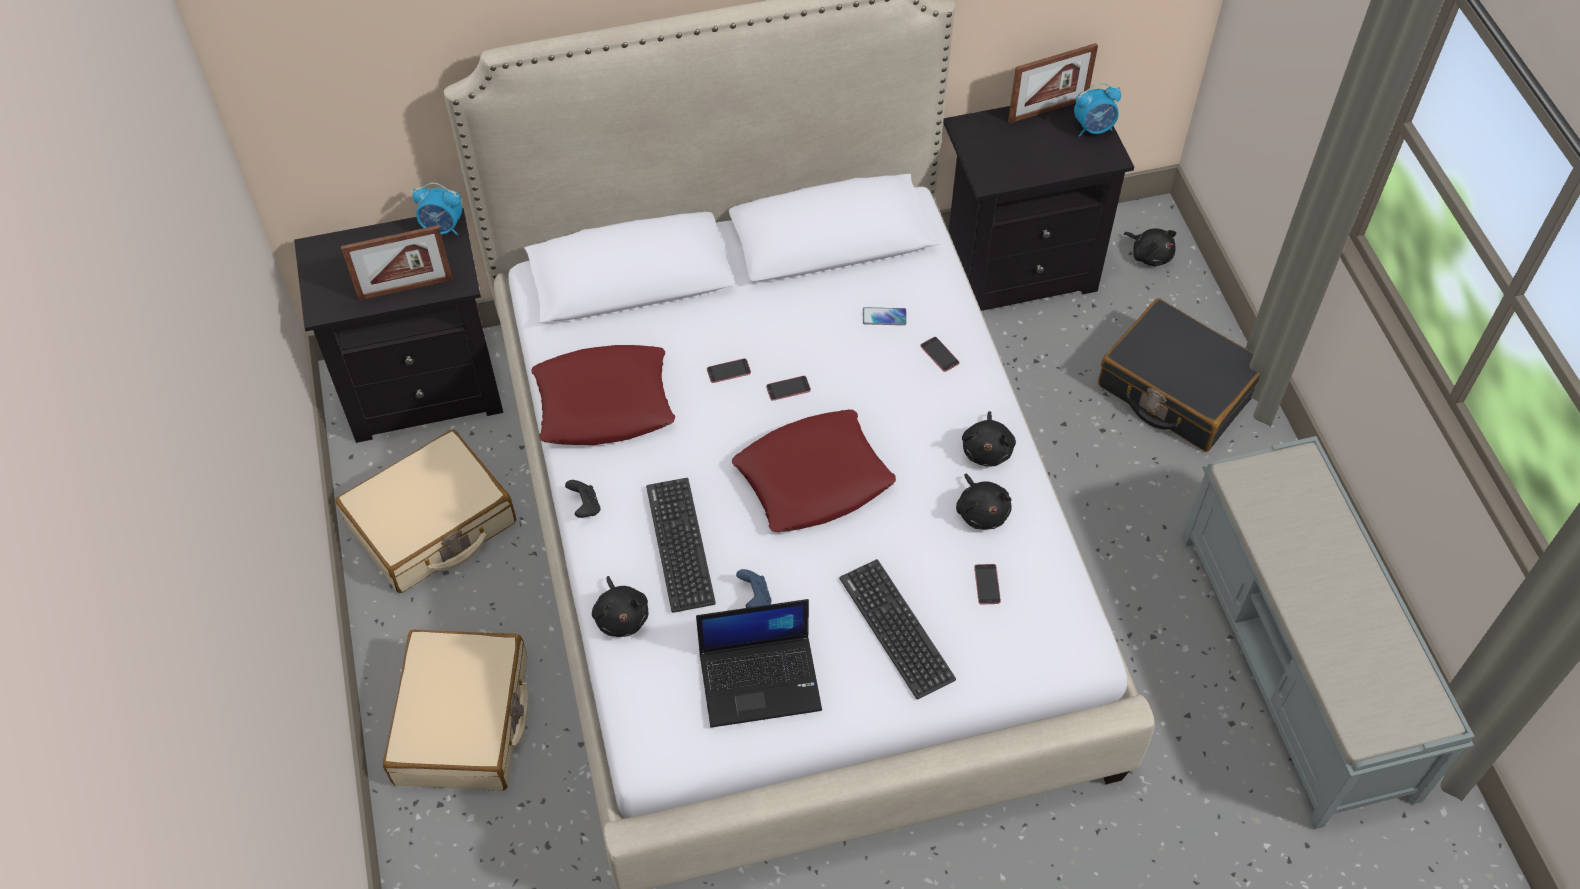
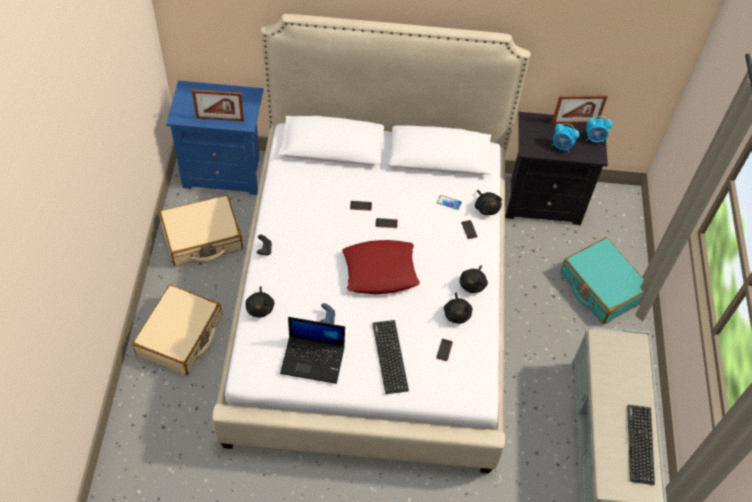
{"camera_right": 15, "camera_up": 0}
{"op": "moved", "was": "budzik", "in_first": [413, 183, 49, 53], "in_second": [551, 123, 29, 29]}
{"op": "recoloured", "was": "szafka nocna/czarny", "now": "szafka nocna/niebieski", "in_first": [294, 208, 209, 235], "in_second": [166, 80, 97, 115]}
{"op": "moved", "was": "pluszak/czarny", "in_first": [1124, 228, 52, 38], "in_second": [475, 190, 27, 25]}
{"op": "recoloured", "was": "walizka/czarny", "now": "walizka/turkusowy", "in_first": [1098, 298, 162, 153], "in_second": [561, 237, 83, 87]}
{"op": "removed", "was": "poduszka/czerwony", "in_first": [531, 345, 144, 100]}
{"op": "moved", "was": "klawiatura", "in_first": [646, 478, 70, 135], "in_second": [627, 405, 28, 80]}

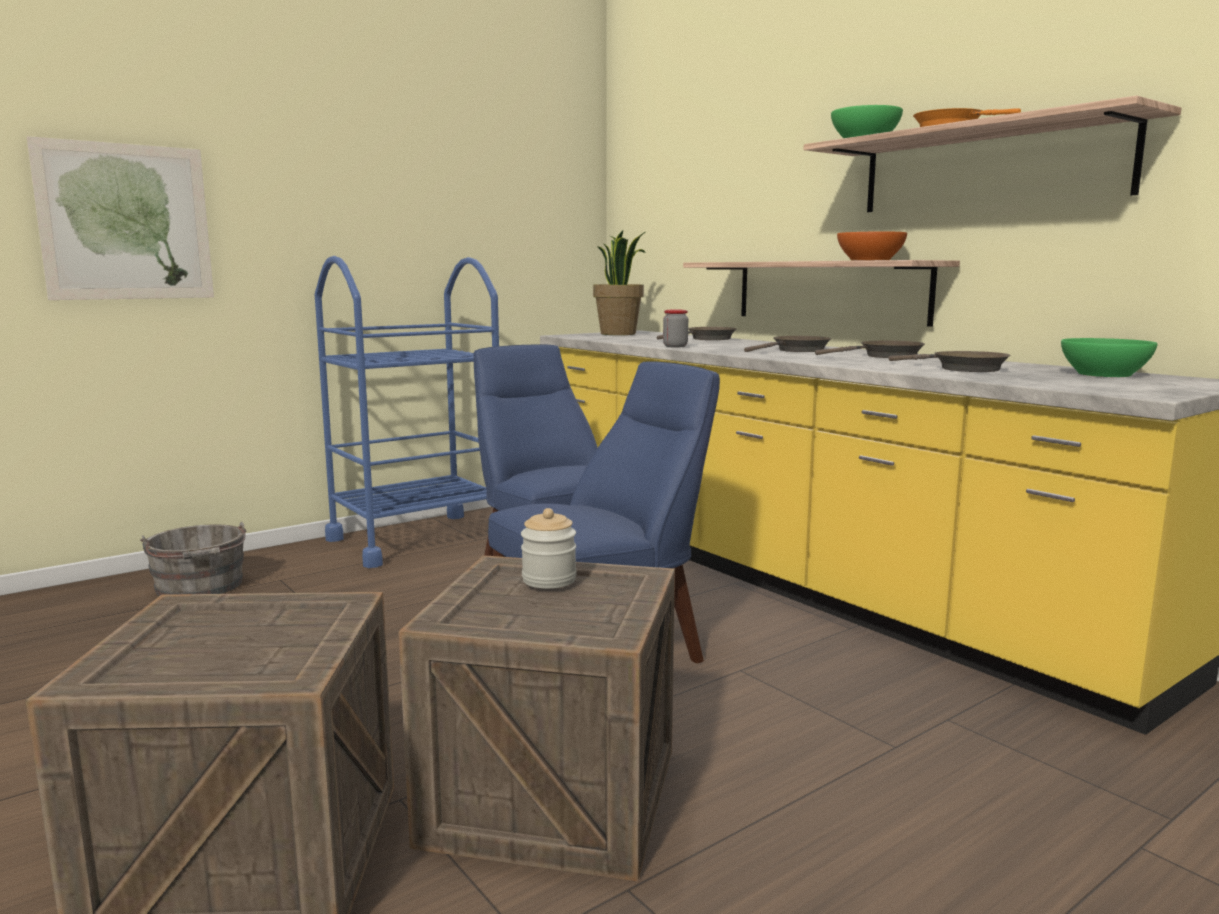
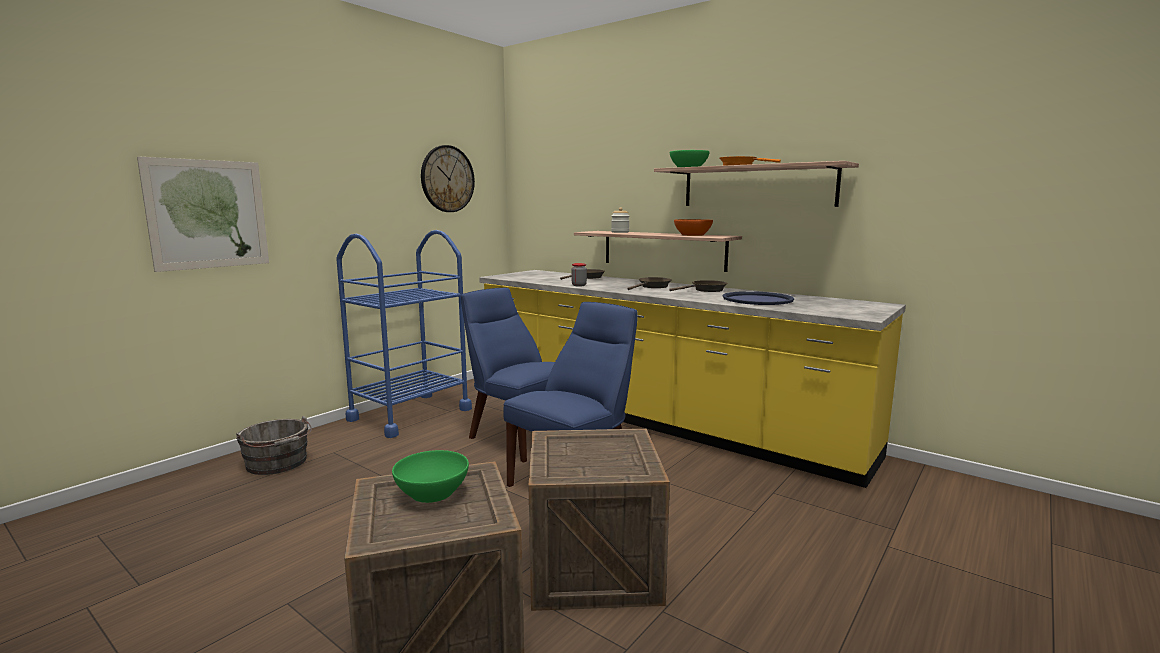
{"camera_right": -15, "camera_up": 0}
{"op": "removed", "was": "roślina doniczkowa", "in_first": [593, 230, 53, 105]}
{"op": "moved", "was": "miska/zielony", "in_first": [1061, 338, 97, 39], "in_second": [392, 450, 77, 53]}
{"op": "replaced", "was": "patelnia/brązowy", "now": "taca/niebieski", "in_first": [888, 351, 123, 21], "in_second": [723, 291, 71, 14]}
{"op": "moved", "was": "słoik", "in_first": [521, 508, 56, 81], "in_second": [611, 207, 18, 26]}
{"op": "added", "now": "zegar ścienny", "in_second": [421, 145, 54, 67]}

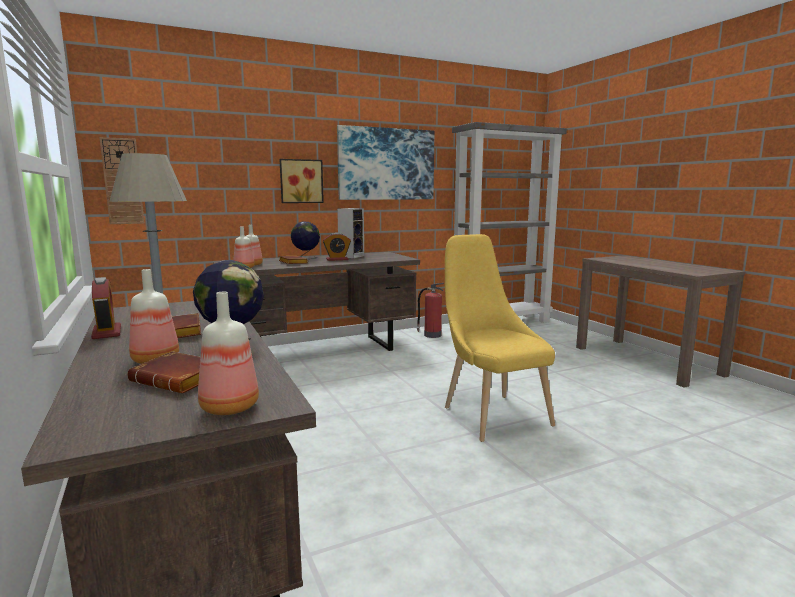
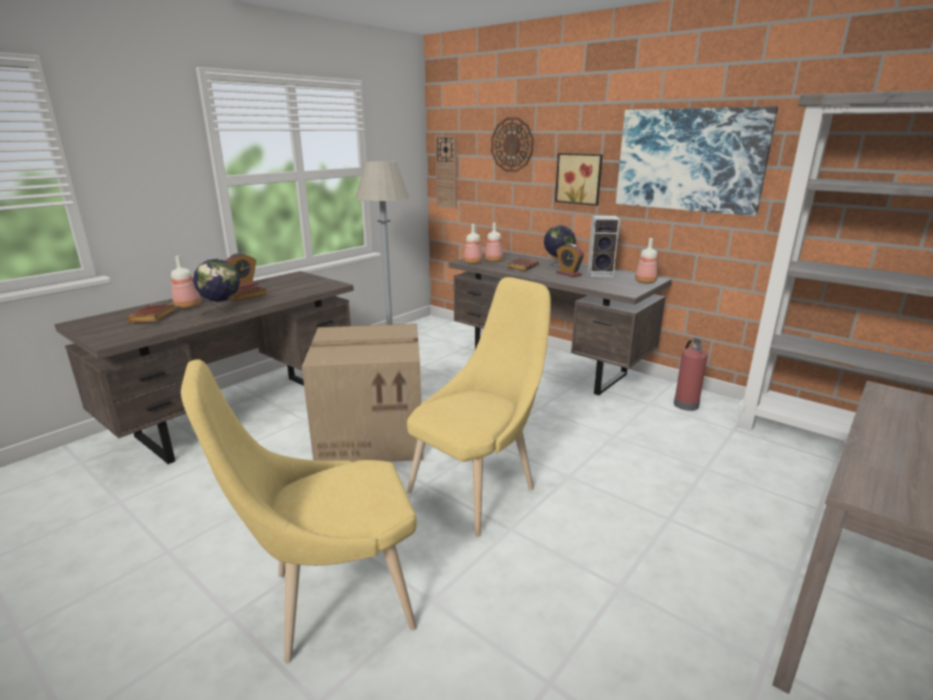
{"camera_right": 65, "camera_up": 10}
{"op": "moved", "was": "butelka", "in_first": [198, 292, 61, 123], "in_second": [635, 238, 23, 46]}
{"op": "added", "now": "zegar ścienny", "in_second": [491, 117, 43, 55]}
{"op": "added", "now": "karton", "in_second": [302, 324, 121, 138]}
{"op": "added", "now": "krzesło/żółty", "in_second": [181, 359, 236, 303]}

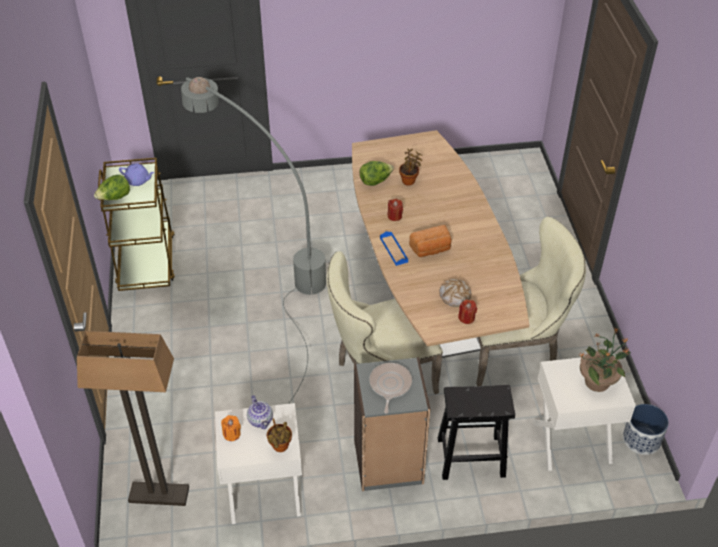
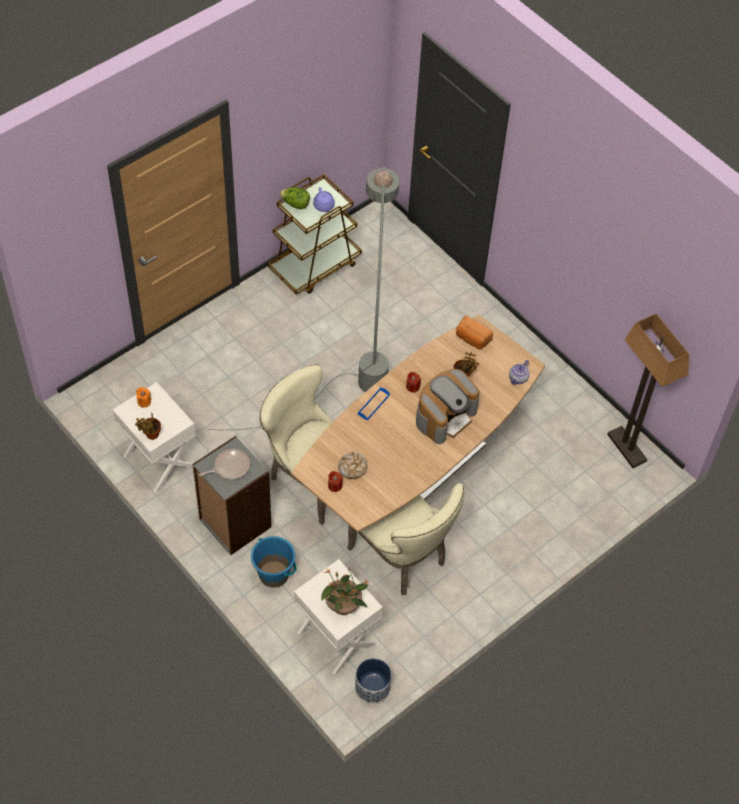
{"camera_right": 55, "camera_up": 10}
{"op": "removed", "was": "sałata", "in_first": [360, 161, 34, 25]}
{"op": "moved", "was": "chleb", "in_first": [409, 225, 43, 32], "in_second": [456, 315, 37, 35]}
{"op": "moved", "was": "lampa stojąca", "in_first": [77, 331, 112, 175], "in_second": [607, 313, 82, 155]}
{"op": "replaced", "was": "stołek/czarny", "now": "wiadro/niebieski", "in_first": [438, 385, 77, 95], "in_second": [251, 536, 45, 52]}
{"op": "moved", "was": "imbryk", "in_first": [247, 395, 26, 34], "in_second": [509, 360, 21, 24]}
{"op": "added", "now": "ekspres do kawy", "in_second": [416, 369, 64, 75]}

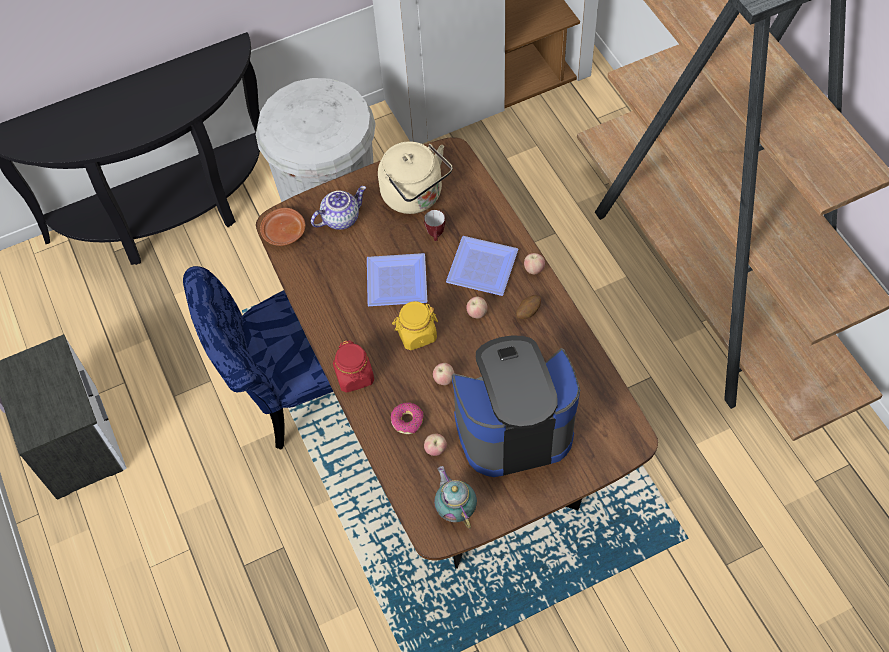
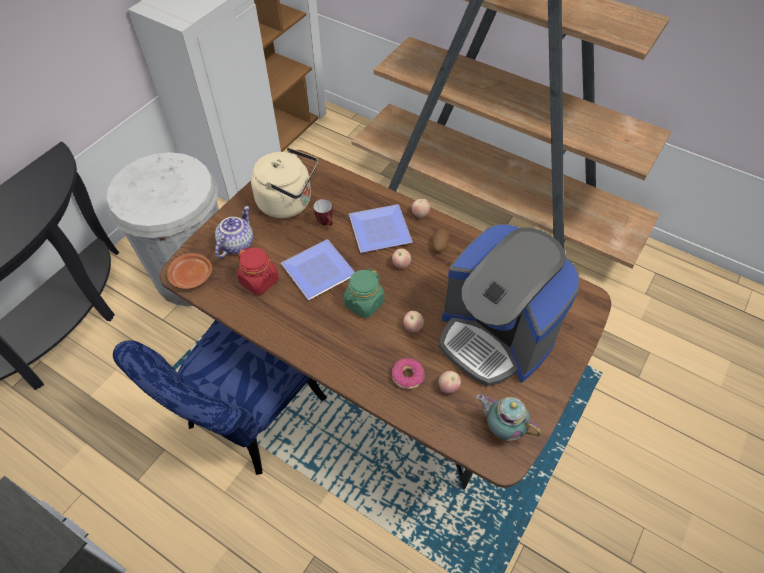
{"camera_right": -35, "camera_up": -5}
{"op": "recoloured", "was": "słoik/żółty", "now": "słoik/zielony", "in_first": [392, 301, 46, 49], "in_second": [344, 268, 41, 50]}
{"op": "turned", "was": "ekspres do kawy", "in_first": [452, 335, 128, 142], "in_second": [439, 224, 141, 162], "clockwise": -90}
{"op": "moved", "was": "słoik/czerwony", "in_first": [333, 340, 41, 53], "in_second": [237, 248, 42, 47]}

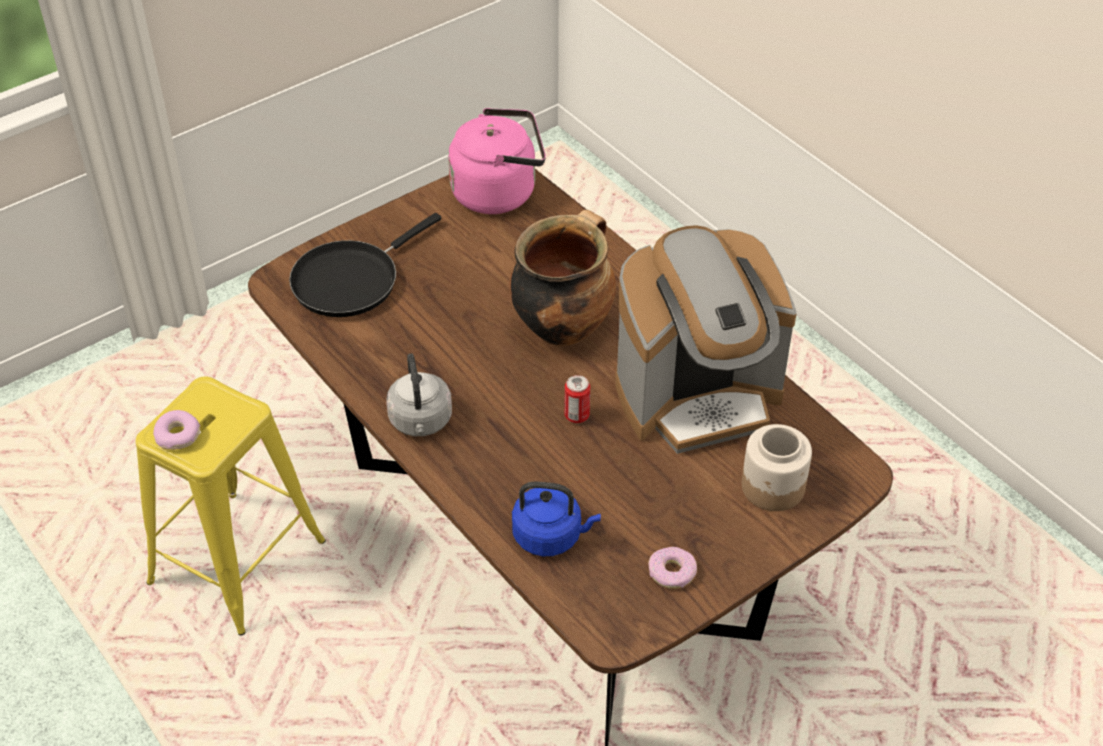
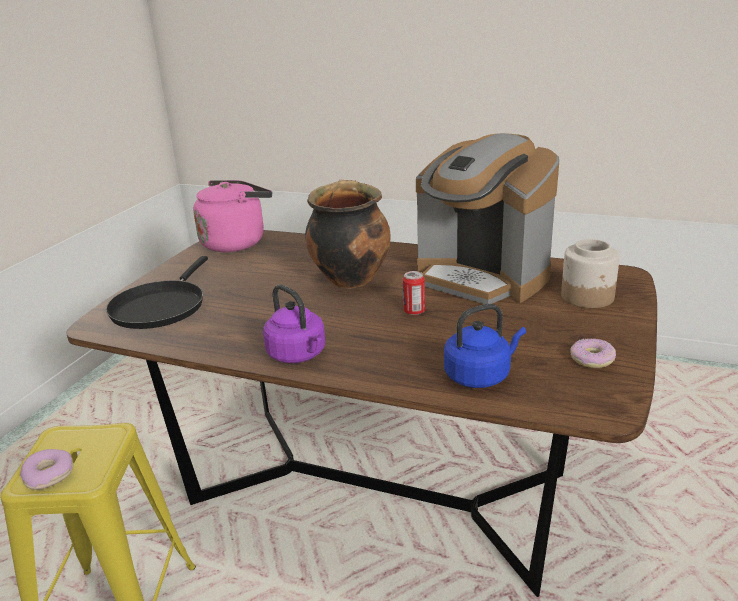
{"camera_right": -30, "camera_up": -20}
{"op": "turned", "was": "ekspres do kawy", "in_first": [615, 225, 182, 229], "in_second": [416, 133, 143, 171], "clockwise": 90}
{"op": "recoloured", "was": "czajnik/szary", "now": "czajnik/fioletowy", "in_first": [386, 353, 66, 83], "in_second": [263, 284, 62, 79]}

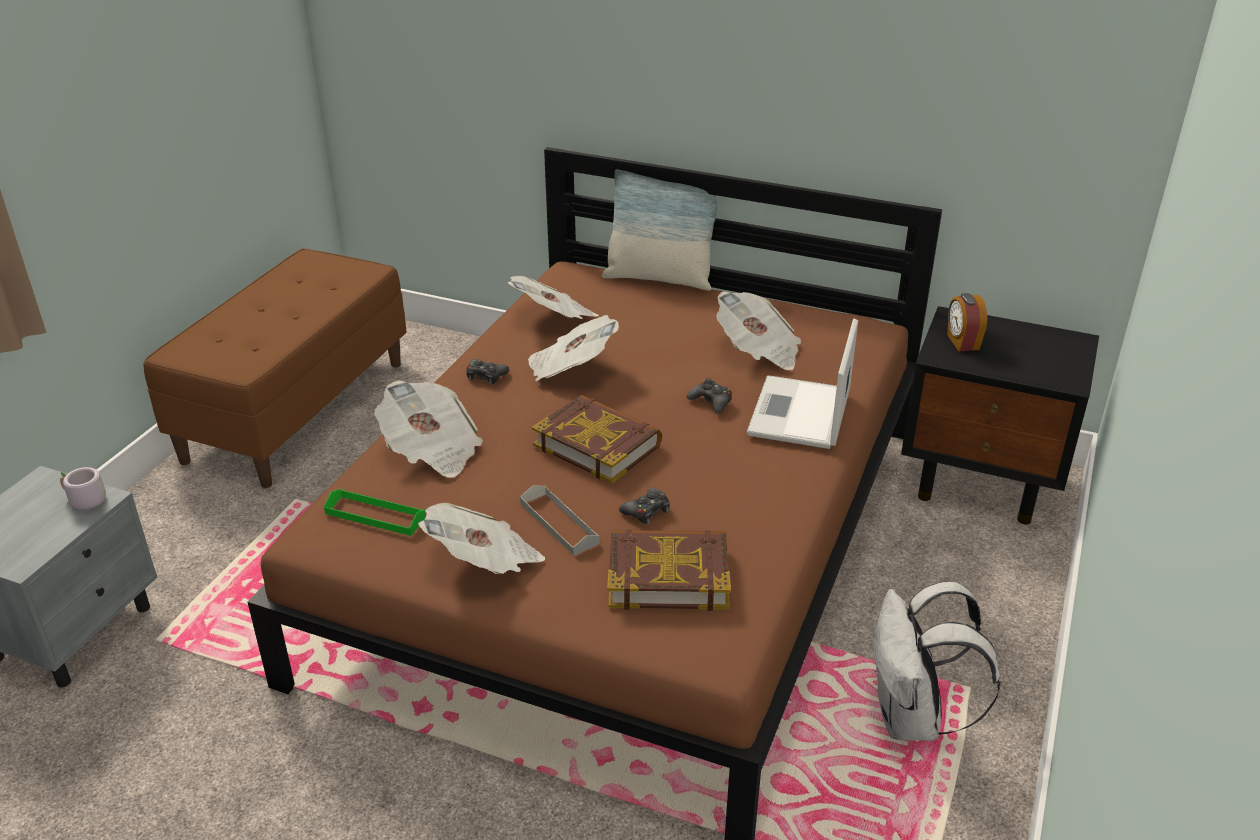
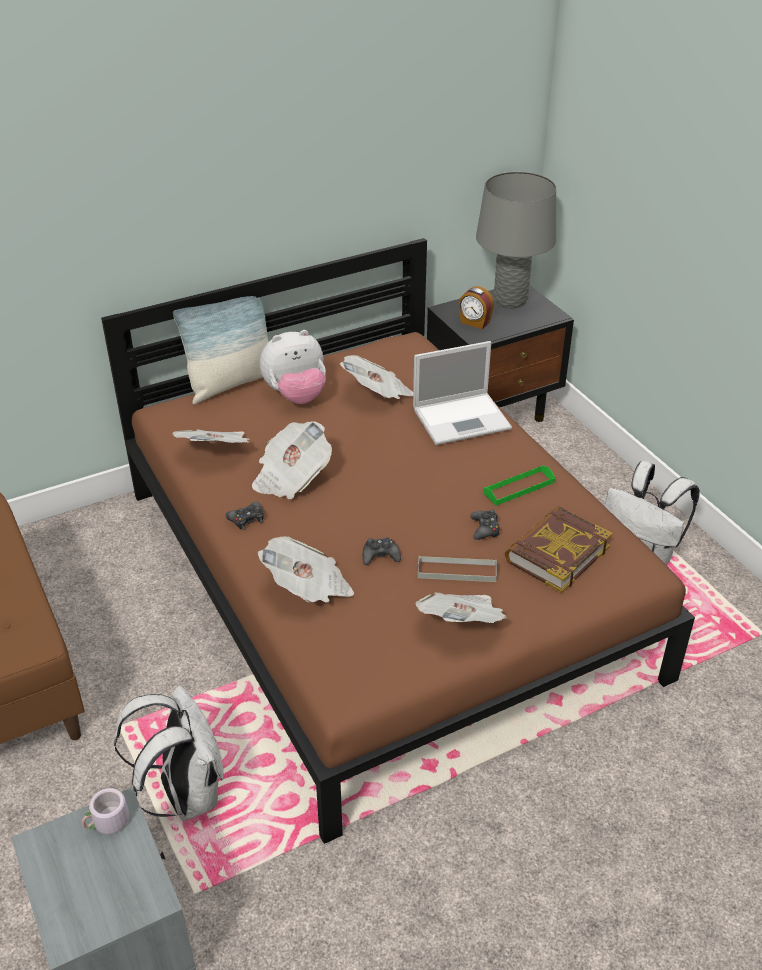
{"camera_right": -50, "camera_up": 5}
{"op": "turned", "was": "laptop", "in_first": [747, 319, 111, 130], "in_second": [413, 341, 99, 104], "clockwise": -75}
{"op": "moved", "was": "pad do gier/czarny", "in_first": [687, 378, 45, 35], "in_second": [363, 538, 38, 27]}
{"op": "removed", "was": "książka", "in_first": [532, 395, 130, 89]}
{"op": "moved", "was": "taca/zielony", "in_first": [324, 489, 102, 47], "in_second": [483, 465, 72, 41]}
{"op": "added", "now": "lampa stołowa/szary", "in_second": [476, 172, 80, 137]}
{"op": "added", "now": "pluszak", "in_second": [260, 330, 66, 74]}
{"op": "added", "now": "plecak/biały", "in_second": [114, 685, 109, 136]}

